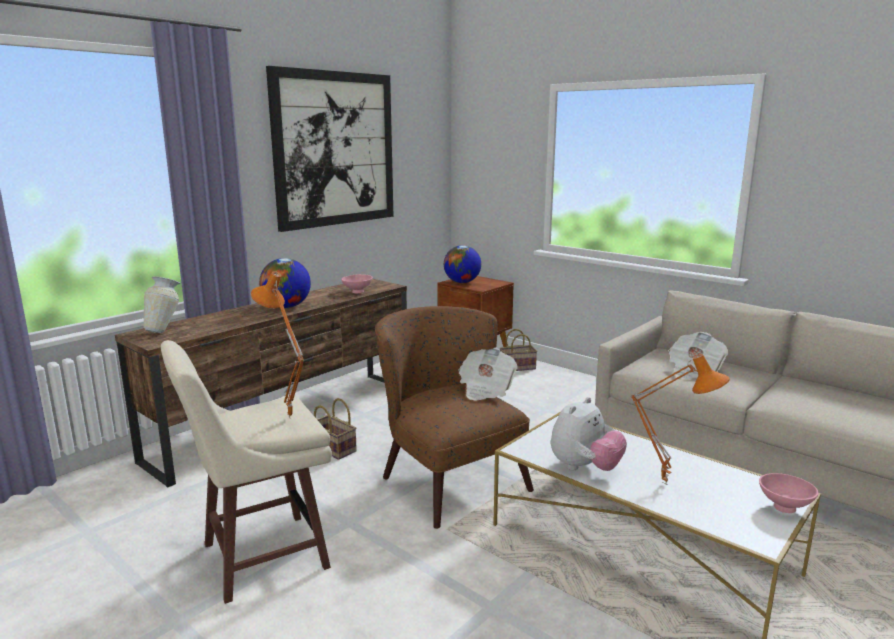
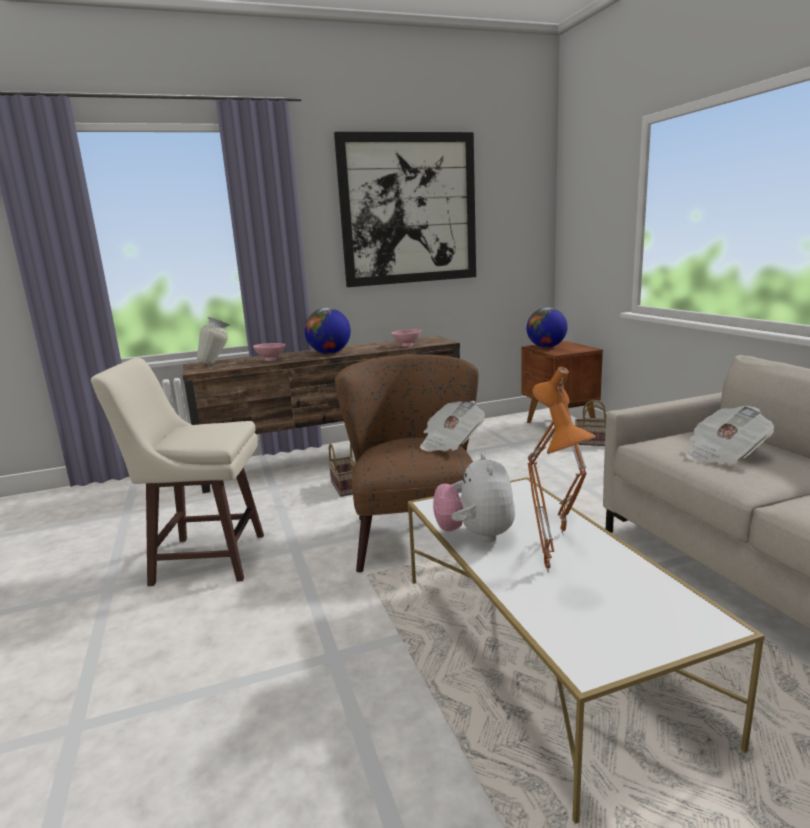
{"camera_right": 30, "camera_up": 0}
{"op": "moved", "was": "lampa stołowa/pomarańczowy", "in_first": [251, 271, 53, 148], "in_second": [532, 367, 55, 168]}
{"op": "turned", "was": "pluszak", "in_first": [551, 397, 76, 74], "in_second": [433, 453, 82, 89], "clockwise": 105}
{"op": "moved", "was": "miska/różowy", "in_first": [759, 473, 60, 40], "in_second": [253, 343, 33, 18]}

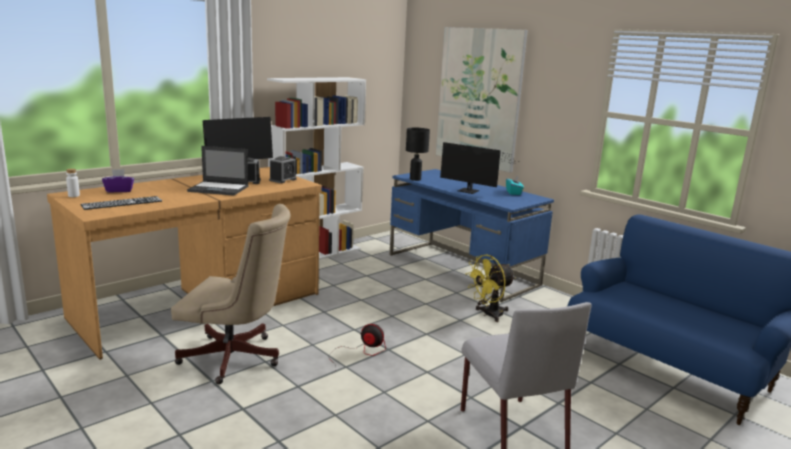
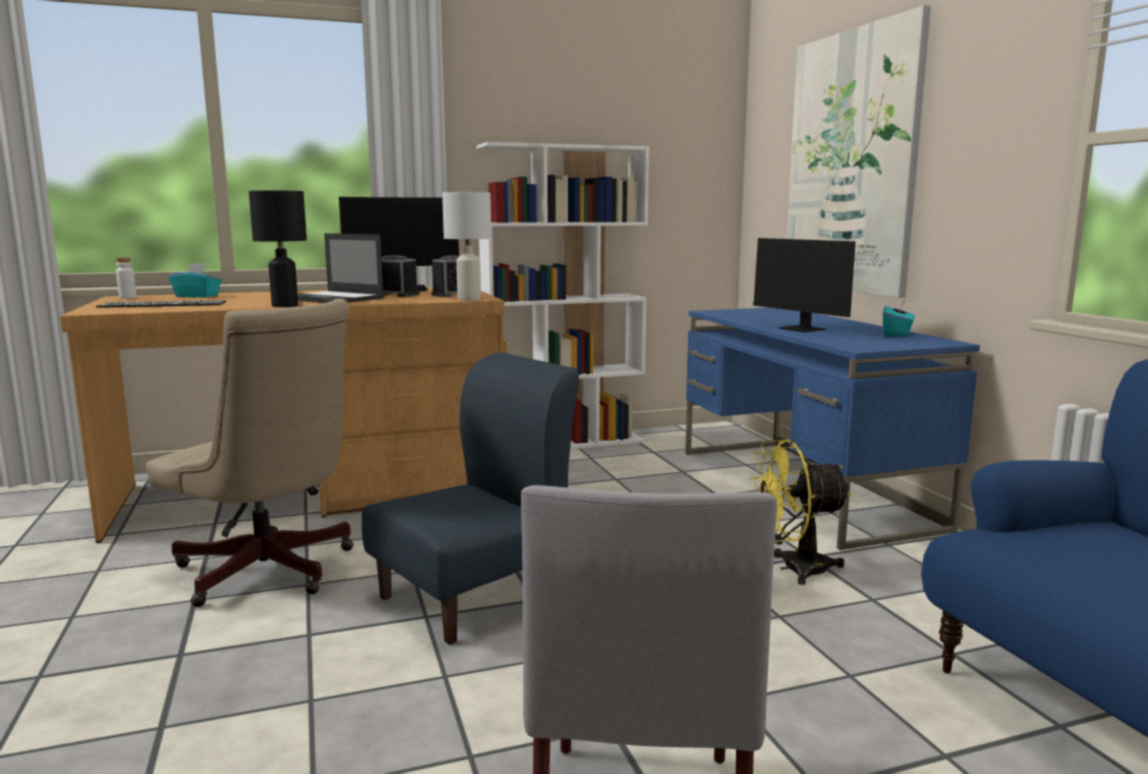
{"camera_right": 25, "camera_up": -5}
{"op": "moved", "was": "lampa stołowa/czarny", "in_first": [406, 128, 24, 53], "in_second": [249, 190, 58, 117]}
{"op": "recoloured", "was": "pudełko chusteczek/fioletowy", "now": "pudełko chusteczek/turkusowy", "in_first": [102, 169, 32, 24], "in_second": [169, 263, 53, 35]}
{"op": "replaced", "was": "wentylator", "now": "krzesło/niebieski", "in_first": [330, 324, 56, 49], "in_second": [362, 352, 217, 293]}
{"op": "added", "now": "lampa stołowa/biały", "in_second": [442, 192, 49, 109]}

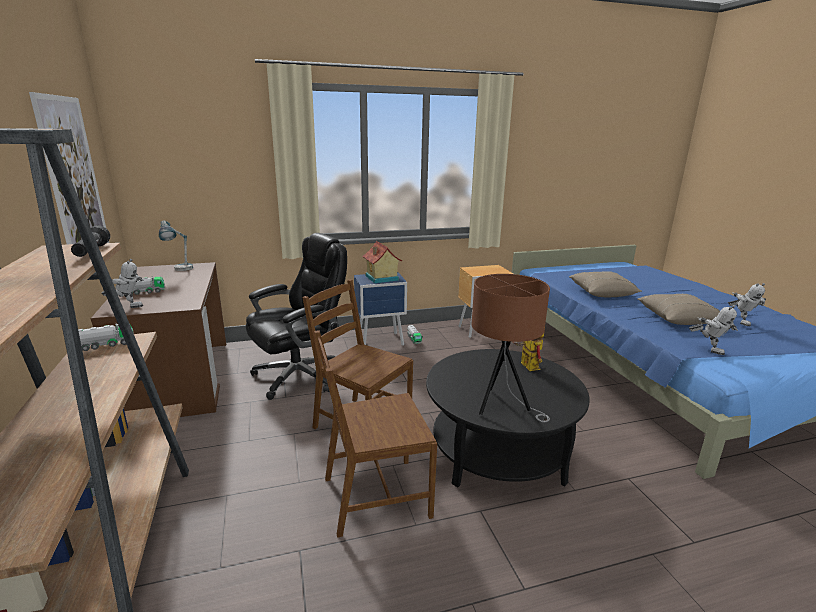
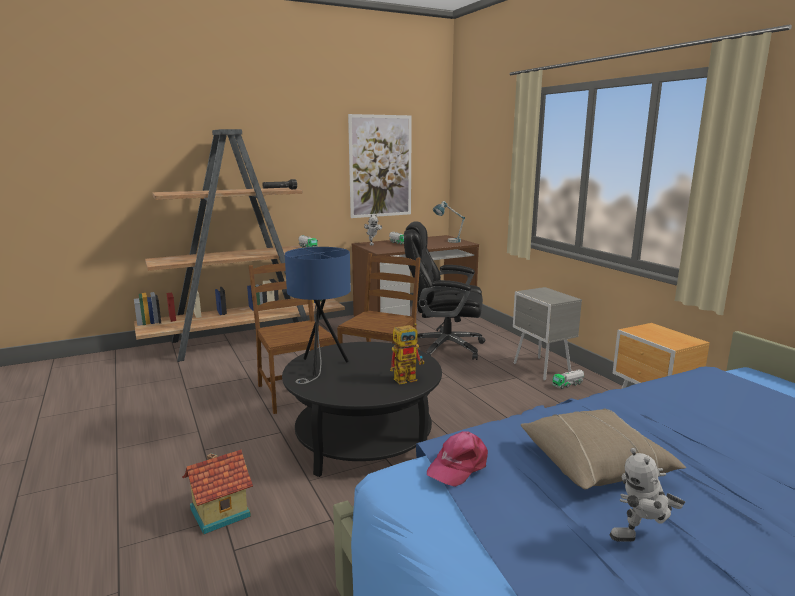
{"camera_right": 80, "camera_up": -5}
{"op": "turned", "was": "krzesło biurowe/czarny", "in_first": [246, 233, 101, 167], "in_second": [404, 221, 82, 139], "clockwise": 150}
{"op": "moved", "was": "domek", "in_first": [362, 241, 40, 42], "in_second": [182, 449, 71, 85]}
{"op": "removed", "was": "poduszka/beżowy", "in_first": [569, 271, 73, 26]}
{"op": "recoloured", "was": "szafka nocna/niebieski", "now": "szafka nocna/szary", "in_first": [354, 272, 53, 74], "in_second": [513, 287, 69, 94]}
{"op": "recoloured", "was": "lampa stołowa/brązowy", "now": "lampa stołowa/niebieski", "in_first": [472, 274, 78, 148], "in_second": [285, 247, 66, 137]}
{"op": "replaced", "was": "robot zabawkowy", "now": "czapka z daszkiem/różowy", "in_first": [689, 305, 49, 50], "in_second": [427, 431, 61, 56]}

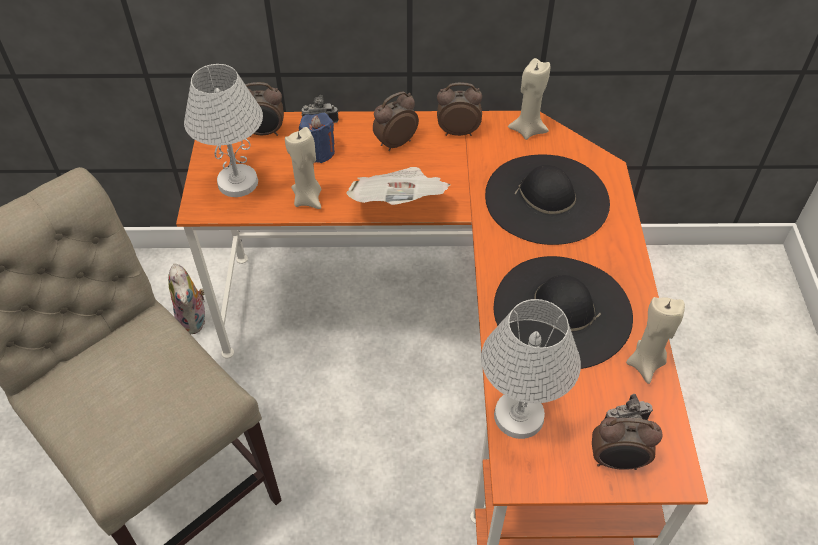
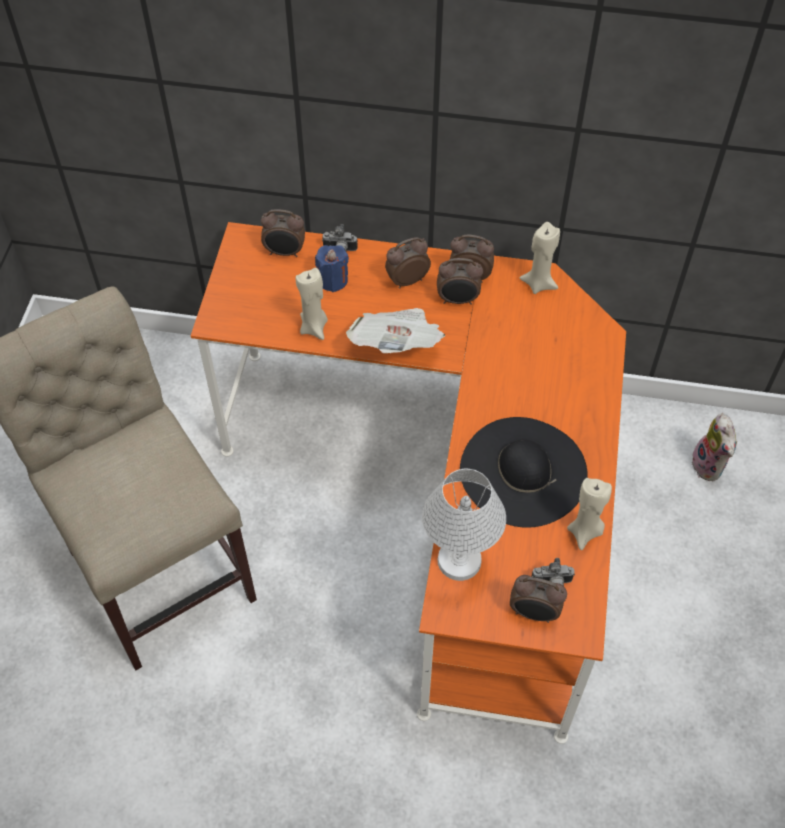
{"camera_right": 10, "camera_up": 5}
{"op": "removed", "was": "lampa stołowa/biały", "in_first": [184, 64, 79, 133]}
{"op": "removed", "was": "kapelusz/czarny", "in_first": [485, 154, 125, 91]}
{"op": "moved", "was": "pluszak", "in_first": [168, 263, 37, 71], "in_second": [692, 413, 45, 68]}
{"op": "added", "now": "budzik", "in_second": [437, 258, 46, 47]}

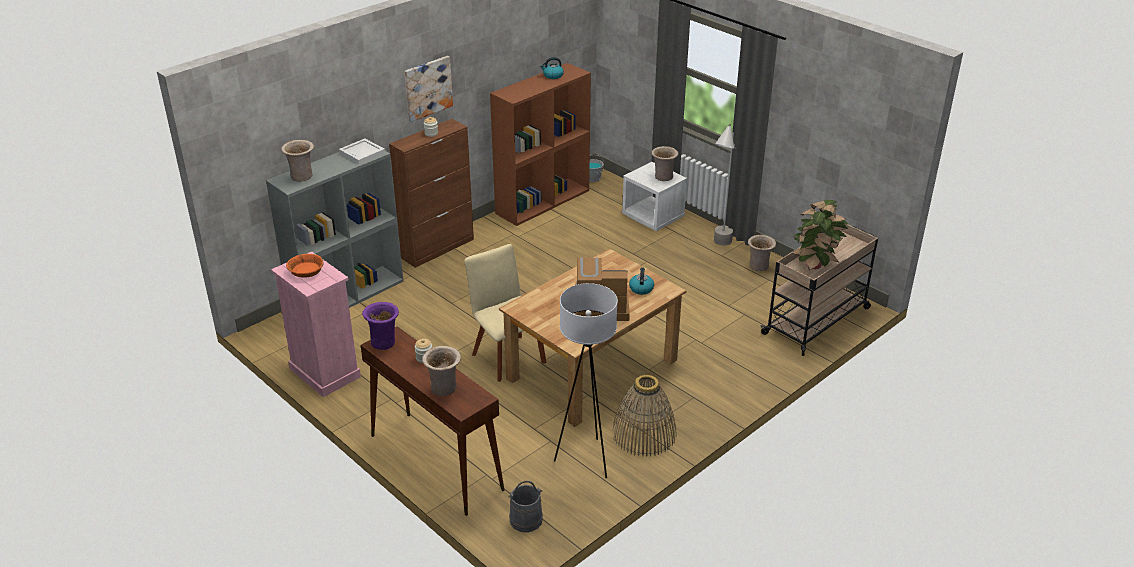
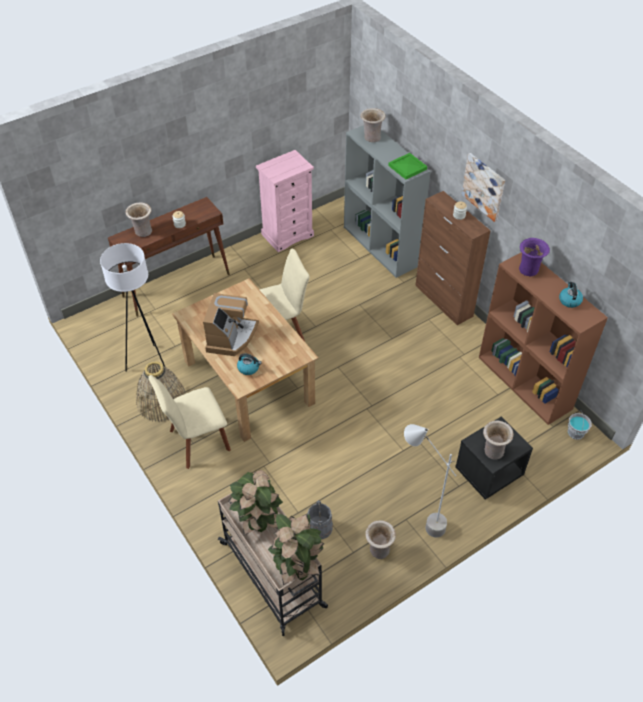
{"camera_right": 100, "camera_up": 15}
{"op": "recoloured", "was": "taca/biały", "now": "taca/zielony", "in_first": [339, 139, 46, 25], "in_second": [388, 153, 39, 27]}
{"op": "recoloured", "was": "szafka nocna/biały", "now": "szafka nocna/czarny", "in_first": [622, 162, 65, 69], "in_second": [455, 417, 78, 83]}
{"op": "removed", "was": "miska/pomarańczowy", "in_first": [286, 254, 38, 24]}
{"op": "moved", "was": "wazon/fioletowy", "in_first": [362, 302, 37, 48], "in_second": [519, 238, 31, 38]}
{"op": "moved", "was": "wiadro/szary", "in_first": [508, 481, 35, 52], "in_second": [307, 500, 26, 39]}
{"op": "added", "now": "krzesło/beżowy", "in_second": [148, 375, 83, 94]}
{"op": "added", "now": "roślina doniczkowa", "in_second": [268, 514, 56, 71]}

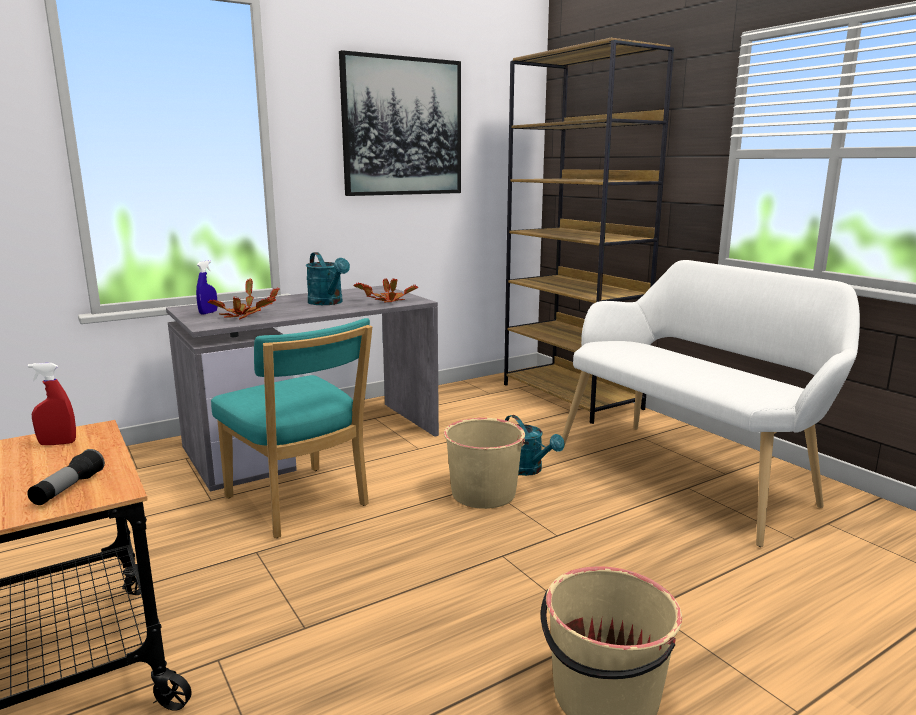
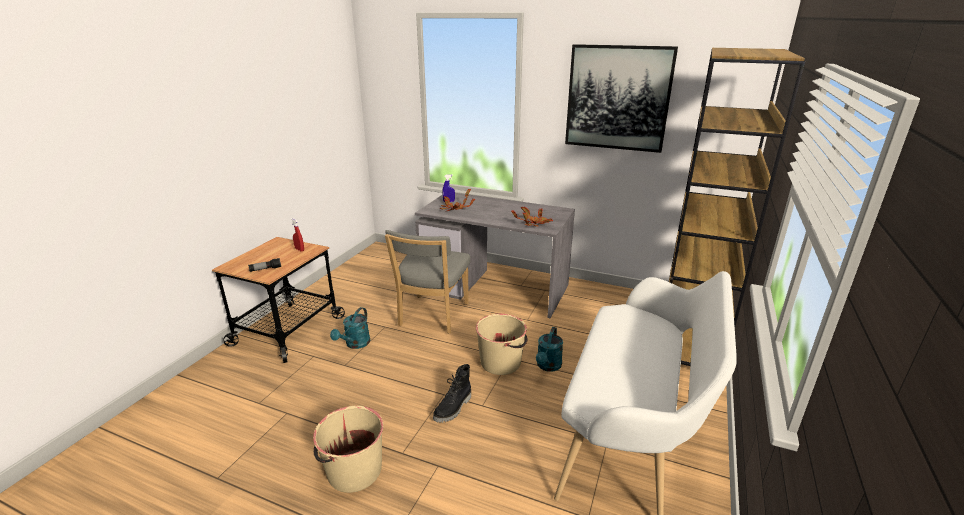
{"camera_right": 55, "camera_up": 10}
{"op": "moved", "was": "konewka/turkusowy", "in_first": [306, 252, 44, 53], "in_second": [330, 307, 40, 42]}
{"op": "recoloured", "was": "krzesło/turkusowy", "now": "krzesło/szary", "in_first": [211, 318, 161, 220], "in_second": [385, 230, 85, 103]}
{"op": "added", "now": "but z cholewką/czarny", "in_second": [433, 364, 38, 59]}

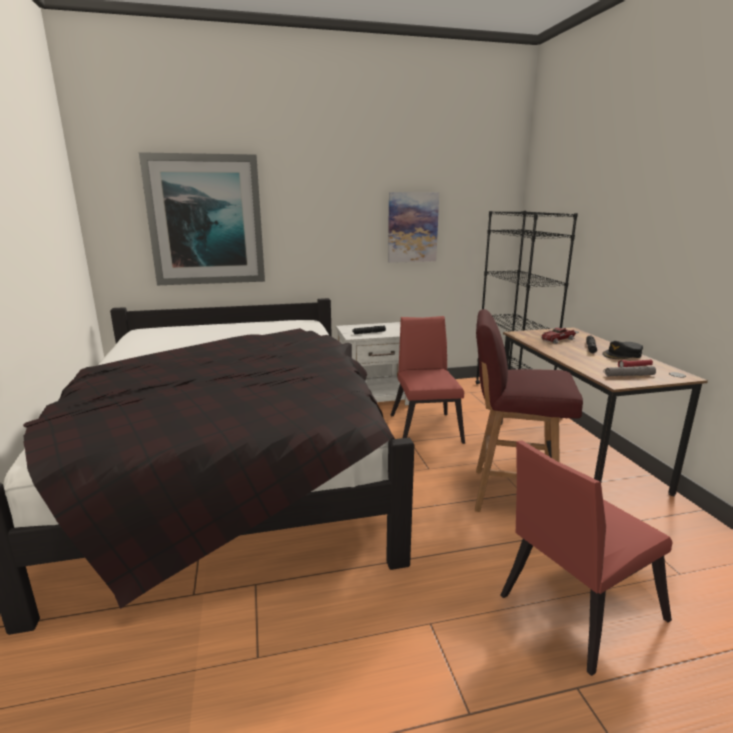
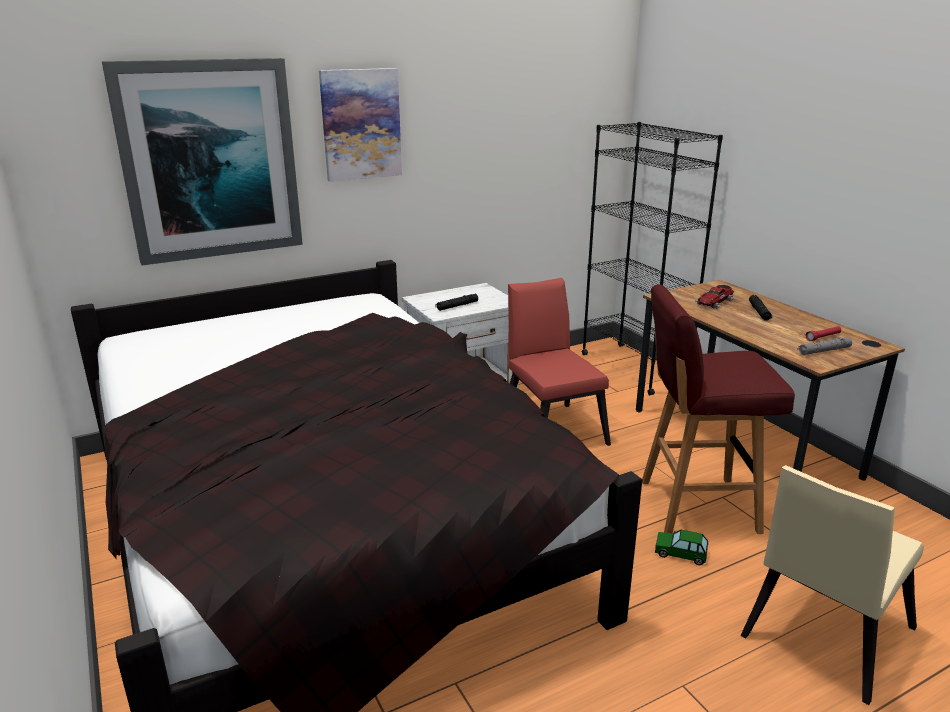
{"camera_right": -15, "camera_up": 5}
{"op": "moved", "was": "obraz", "in_first": [388, 192, 51, 71], "in_second": [319, 68, 83, 114]}
{"op": "removed", "was": "czapka z daszkiem/czarny", "in_first": [602, 341, 41, 18]}
{"op": "recoloured", "was": "krzesło/czerwony", "now": "krzesło/beżowy", "in_first": [501, 440, 171, 236], "in_second": [741, 465, 183, 240]}
{"op": "added", "now": "samochodzik", "in_second": [655, 530, 54, 35]}

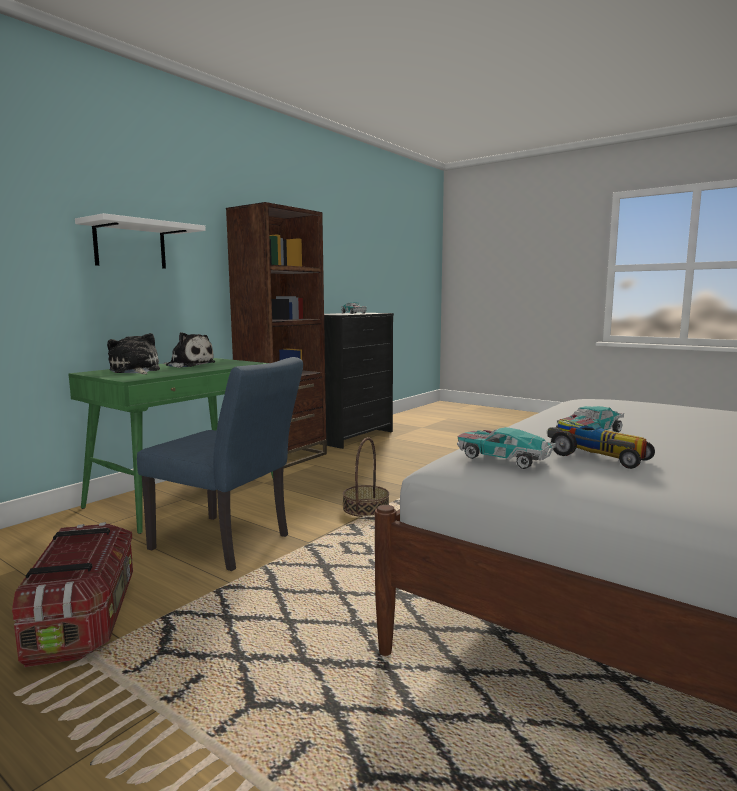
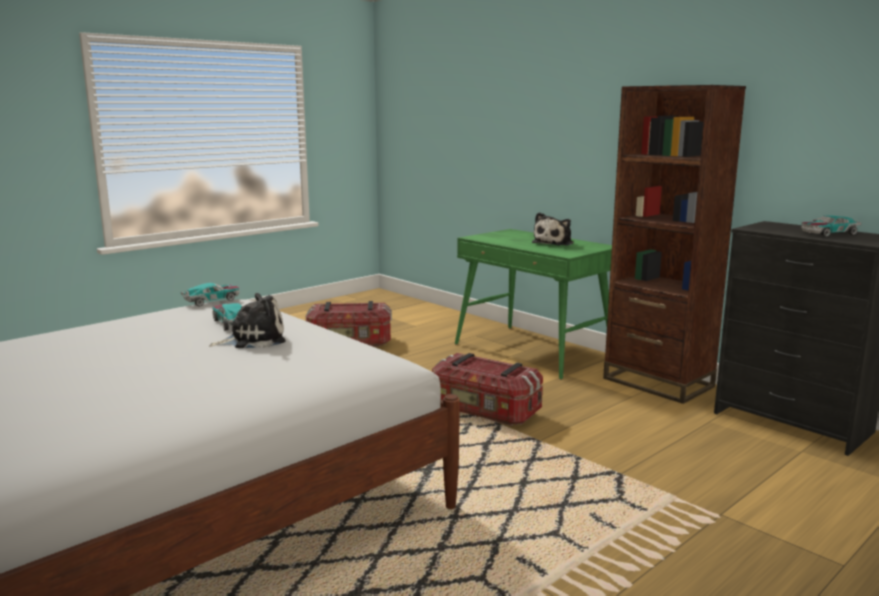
{"camera_right": 100, "camera_up": 5}
{"op": "removed", "was": "półka/biały", "in_first": [75, 213, 131, 56]}
{"op": "moved", "was": "pluszak", "in_first": [107, 333, 53, 41], "in_second": [209, 293, 77, 55]}
{"op": "removed", "was": "krzesło/niebieski", "in_first": [137, 357, 166, 214]}
{"op": "removed", "was": "samochodzik", "in_first": [547, 419, 108, 50]}
{"op": "replaced", "was": "koszyk", "now": "pojemnik do przechowywania", "in_first": [343, 437, 46, 80], "in_second": [432, 353, 111, 73]}

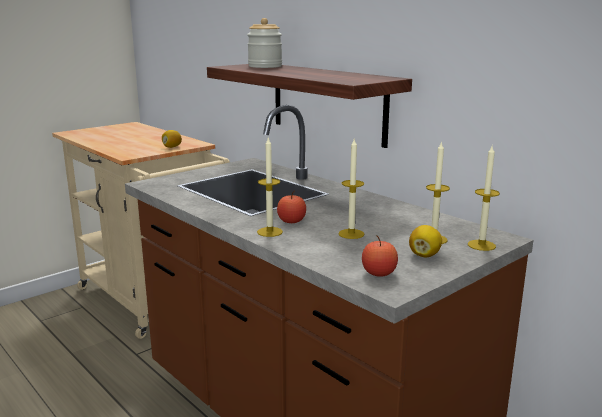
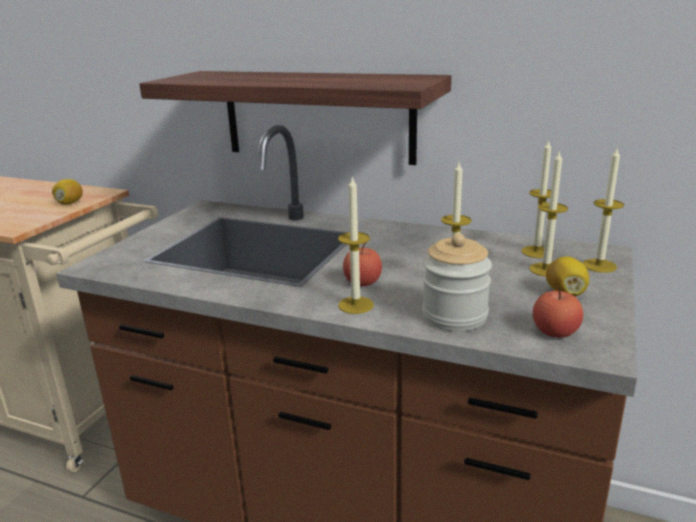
{"camera_right": -25, "camera_up": 5}
{"op": "moved", "was": "słoik", "in_first": [247, 18, 35, 50], "in_second": [422, 233, 70, 98]}
{"op": "added", "now": "świeca", "in_second": [522, 139, 31, 119]}

